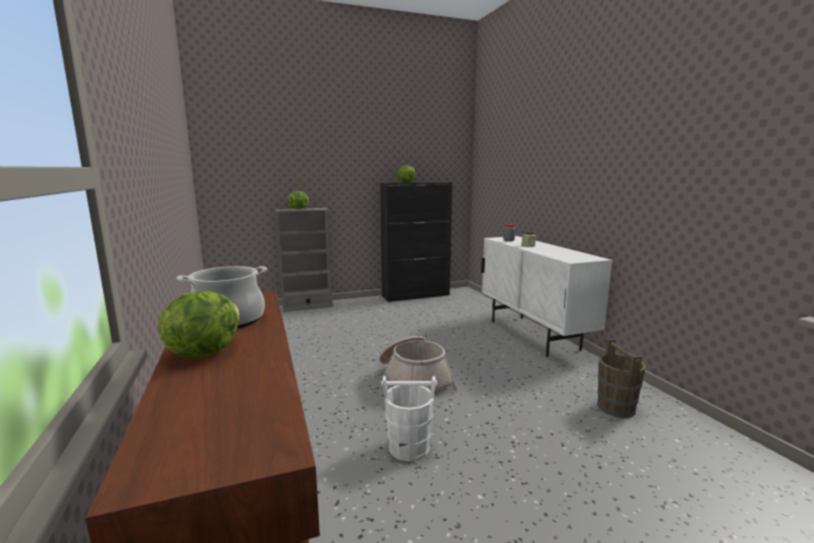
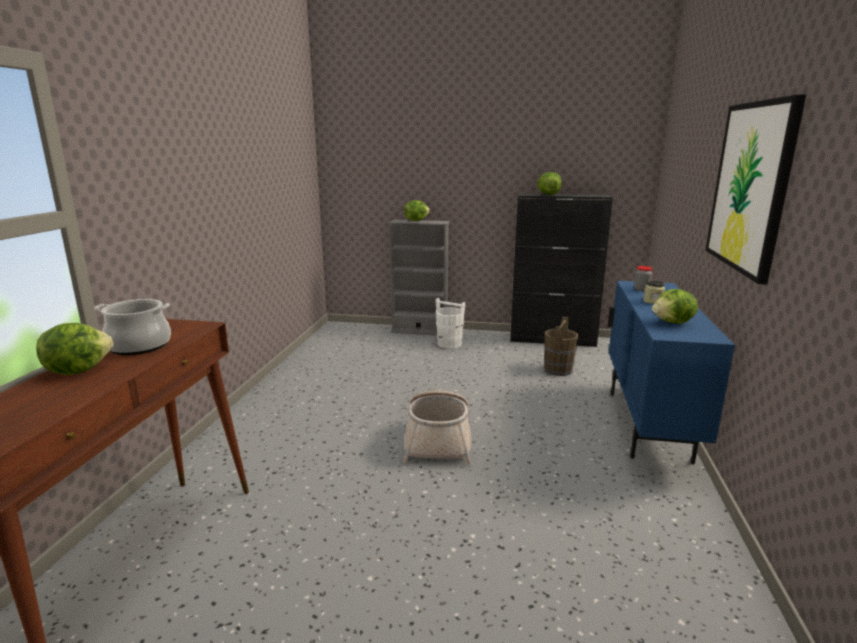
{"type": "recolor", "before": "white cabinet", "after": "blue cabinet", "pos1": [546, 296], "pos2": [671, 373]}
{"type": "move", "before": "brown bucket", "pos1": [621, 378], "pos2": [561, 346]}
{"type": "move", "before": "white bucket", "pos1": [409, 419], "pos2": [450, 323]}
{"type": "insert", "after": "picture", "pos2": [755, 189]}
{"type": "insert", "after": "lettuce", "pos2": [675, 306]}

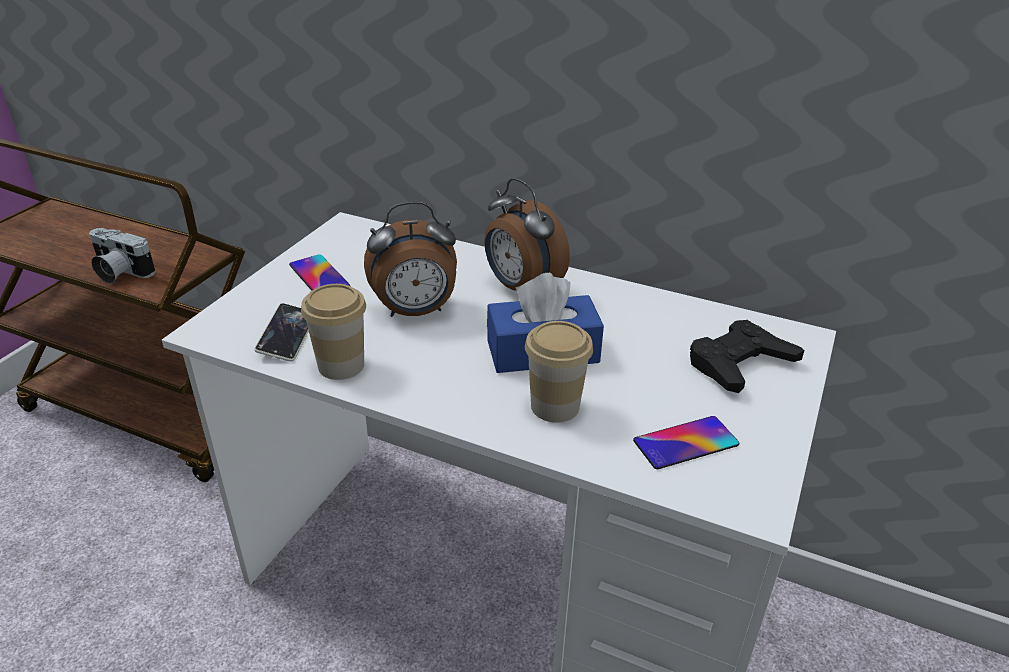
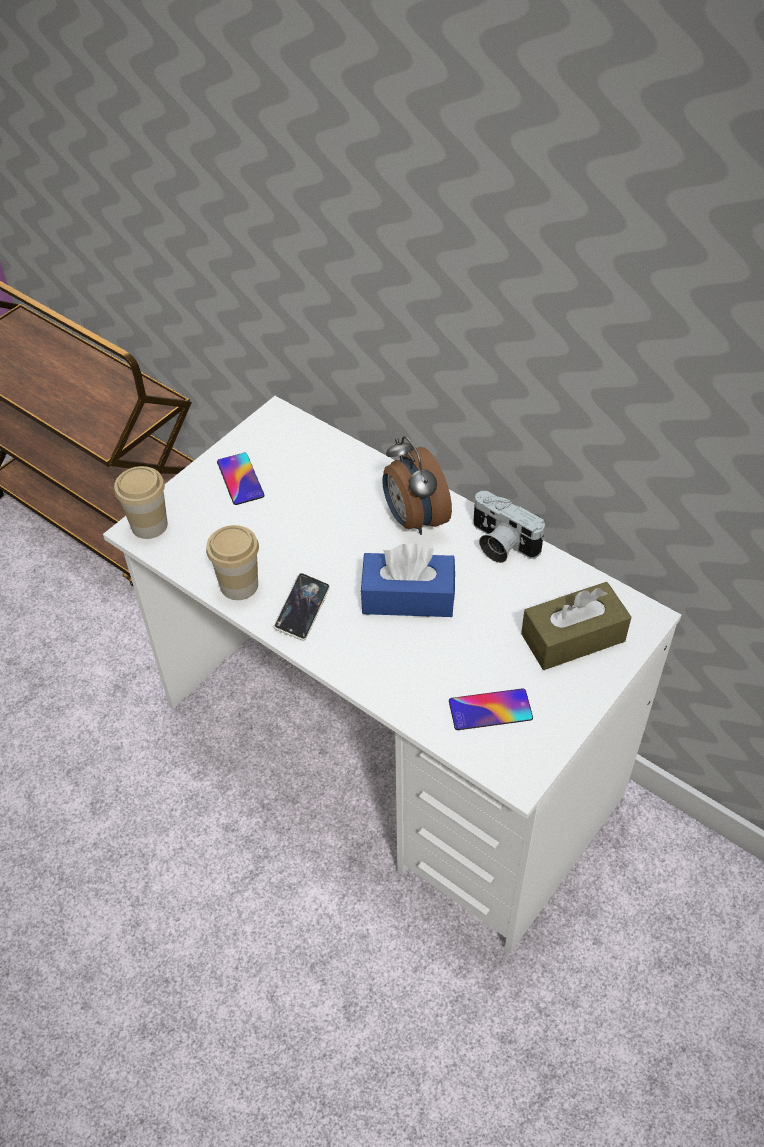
{"type": "delete", "before": "alarm clock", "pos1": [410, 259]}
{"type": "move", "before": "photo camera", "pos1": [122, 256], "pos2": [509, 527]}
{"type": "move", "before": "phone", "pos1": [281, 332], "pos2": [302, 607]}
{"type": "replace", "before": "black game controller", "after": "brown tissue box", "pos1": [747, 356], "pos2": [576, 626]}
{"type": "move", "before": "cup", "pos1": [559, 372], "pos2": [141, 502]}

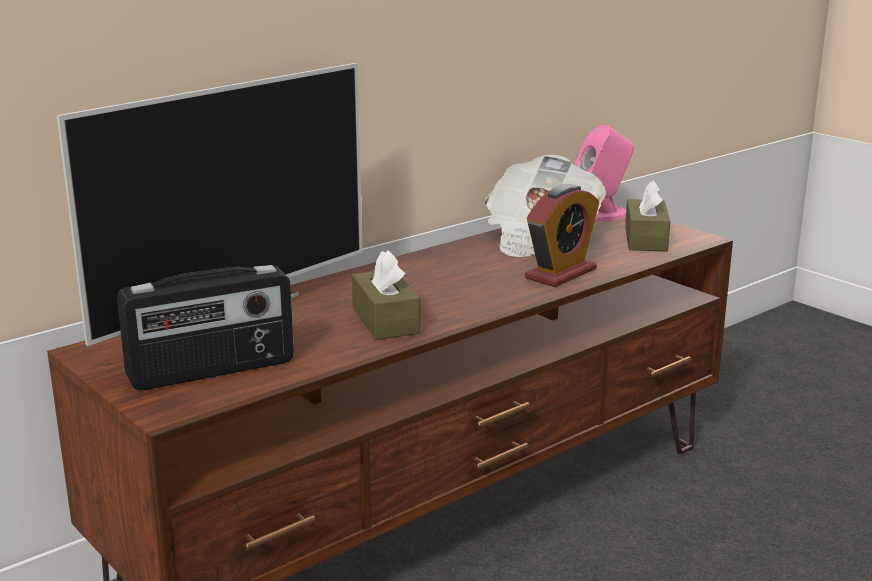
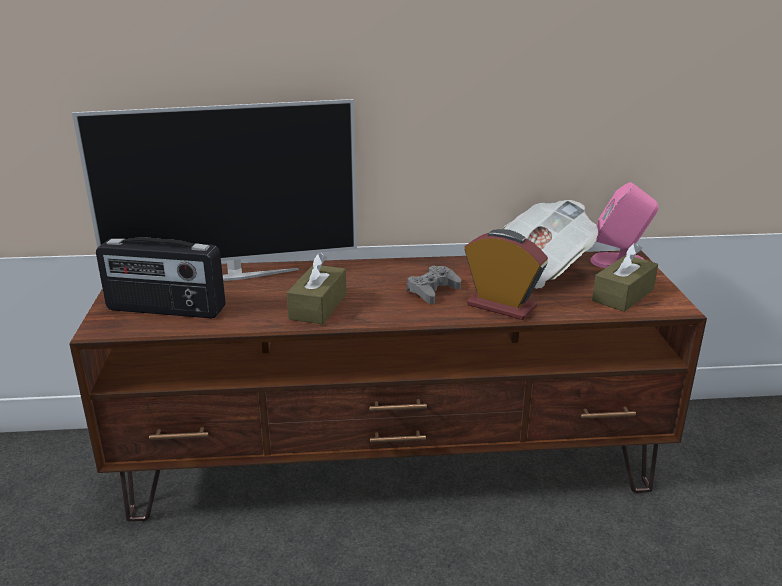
{"type": "rotate", "before": "alarm clock", "pos1": [562, 235], "pos2": [506, 274], "turn": -135}
{"type": "insert", "after": "grey game controller", "pos2": [434, 285]}

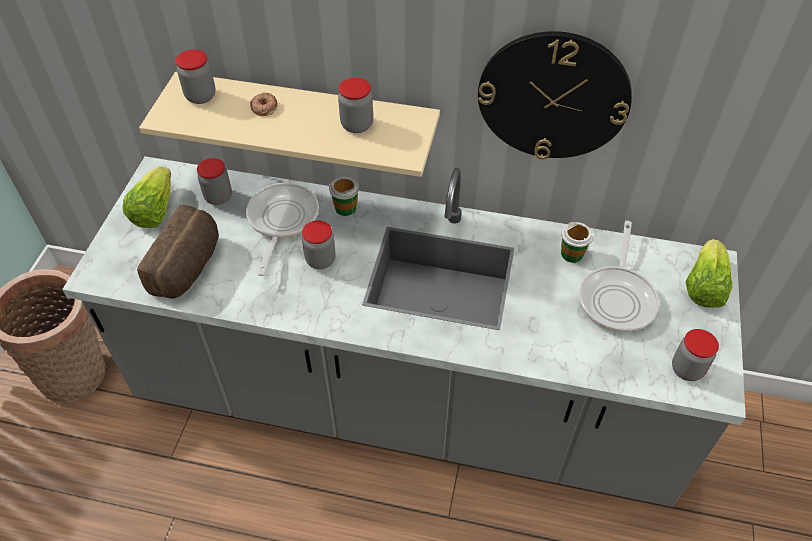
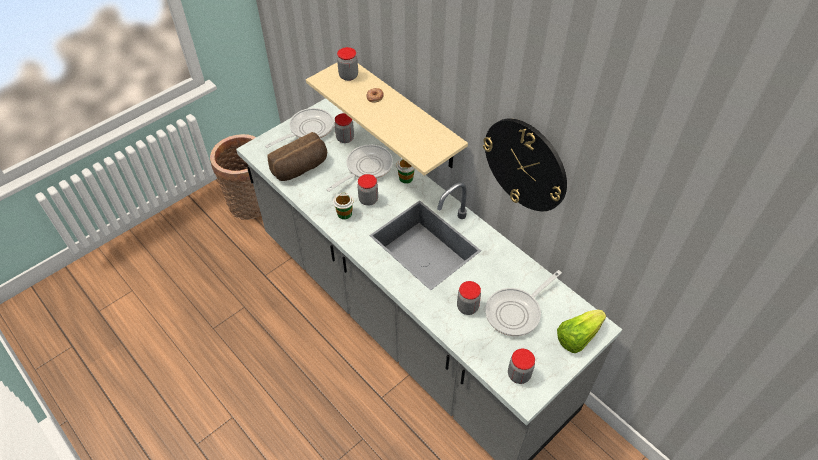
{"type": "move", "before": "jar", "pos1": [355, 105], "pos2": [469, 298]}
{"type": "replace", "before": "lettuce", "after": "frying pan", "pos1": [147, 197], "pos2": [299, 128]}
{"type": "move", "before": "cup", "pos1": [577, 242], "pos2": [343, 205]}

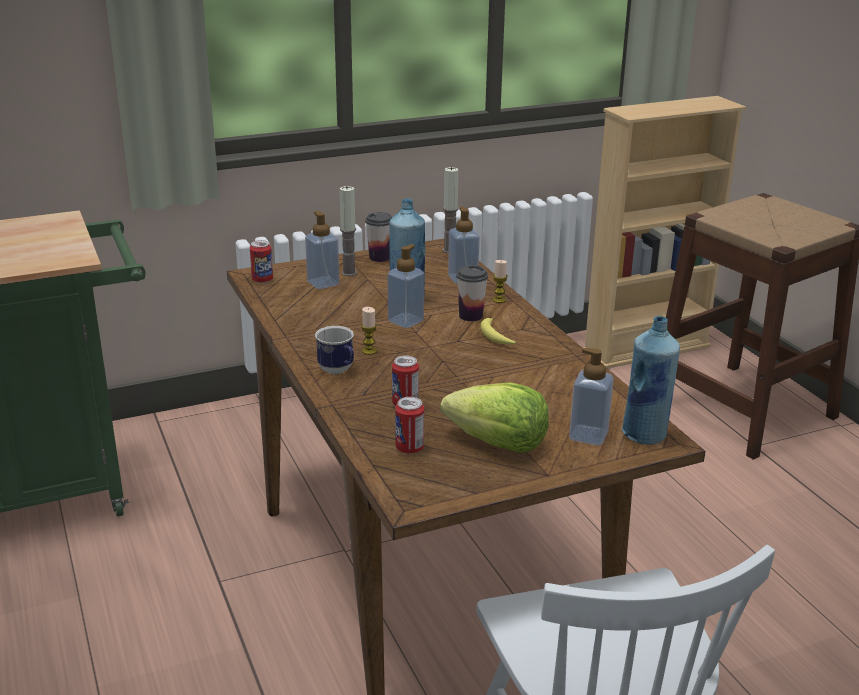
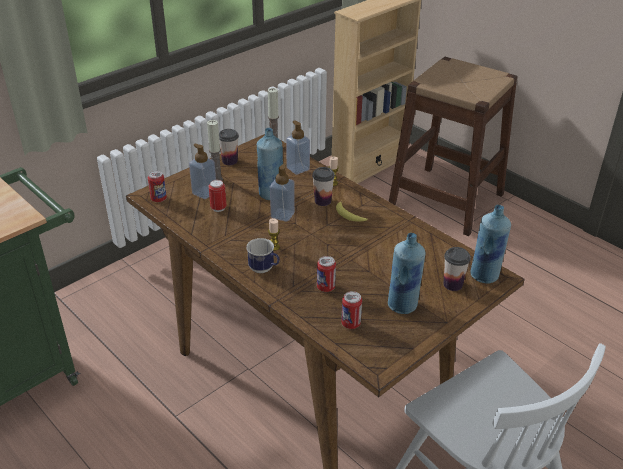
{"type": "replace", "before": "soap dispenser", "after": "cup", "pos1": [591, 397], "pos2": [457, 269]}
{"type": "replace", "before": "lettuce", "after": "blue bottle", "pos1": [494, 418], "pos2": [407, 273]}
{"type": "insert", "after": "can", "pos2": [217, 196]}

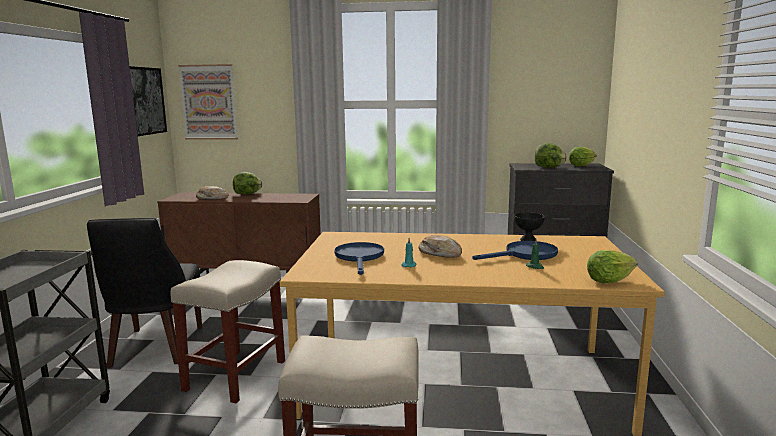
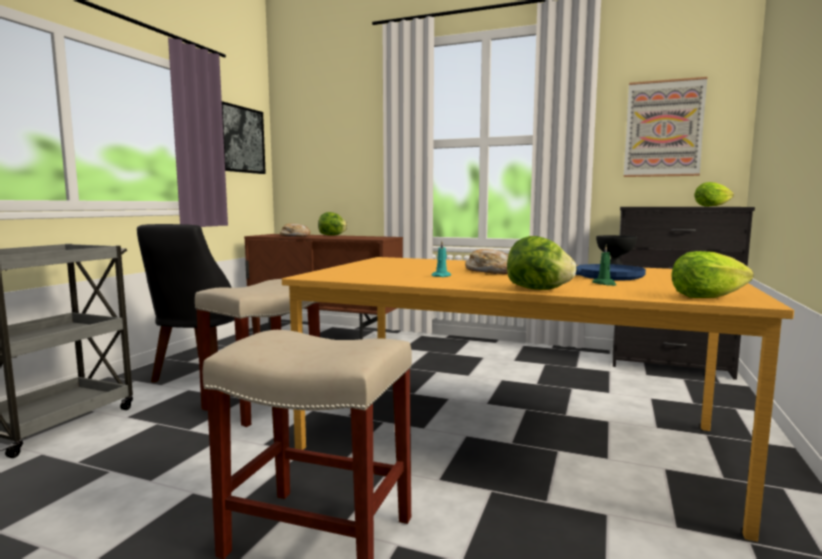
{"type": "move", "before": "picture", "pos1": [208, 102], "pos2": [665, 127]}
{"type": "move", "before": "lettuce", "pos1": [551, 155], "pos2": [541, 263]}
{"type": "delete", "before": "blue frying pan", "pos1": [359, 258]}

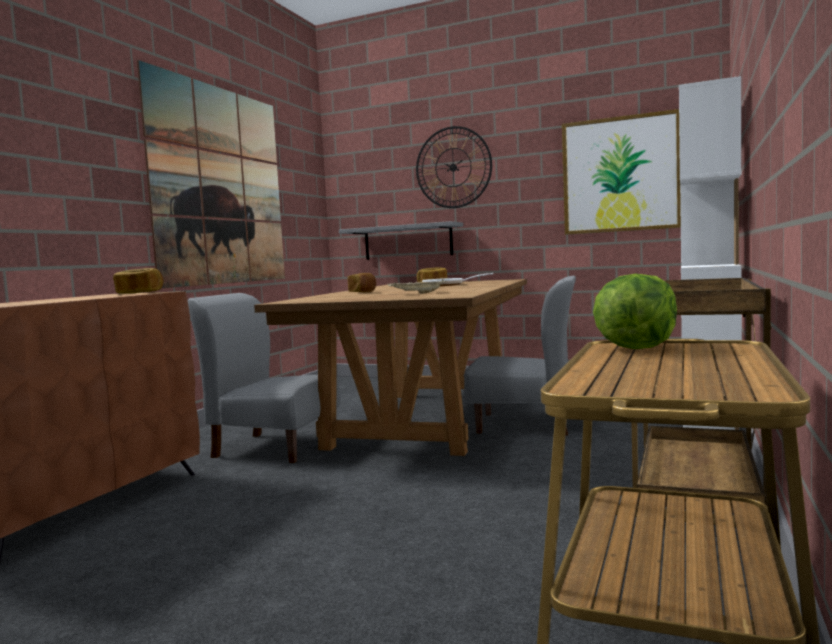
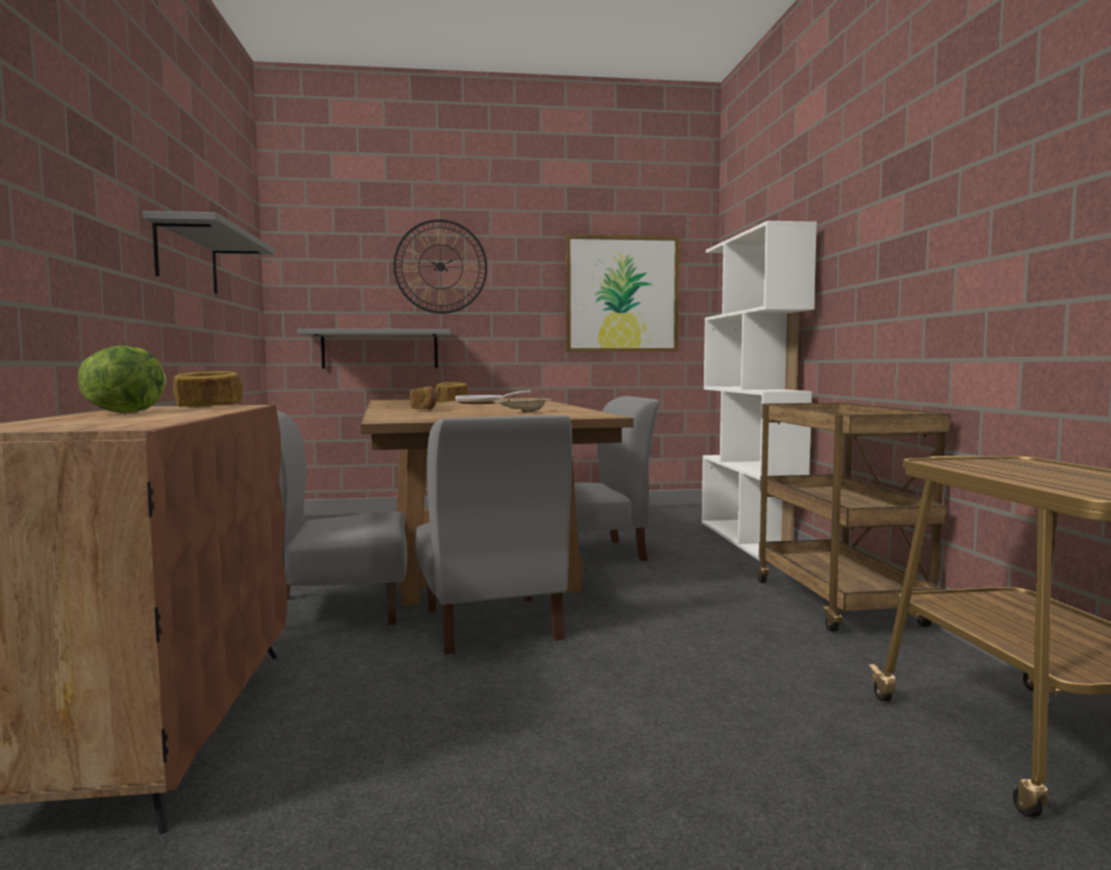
{"type": "replace", "before": "picture", "after": "grey shelf", "pos1": [211, 174], "pos2": [209, 252]}
{"type": "move", "before": "lettuce", "pos1": [635, 311], "pos2": [122, 379]}
{"type": "insert", "after": "grey chair", "pos2": [493, 535]}

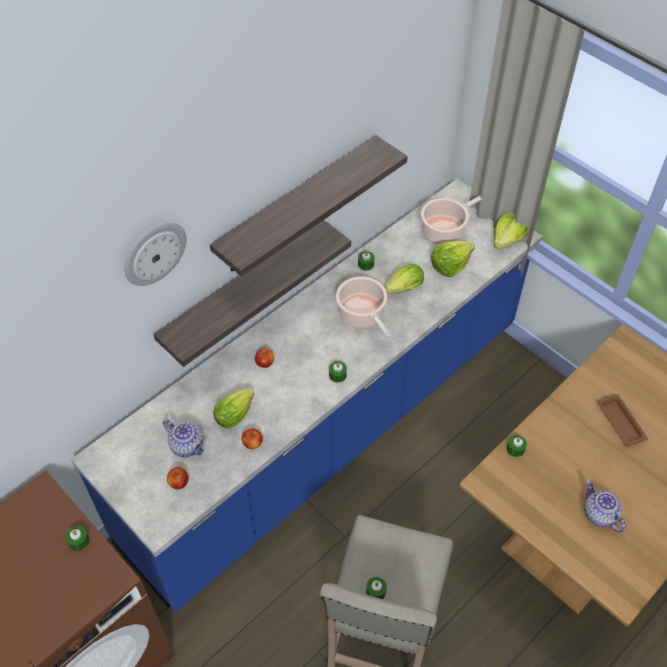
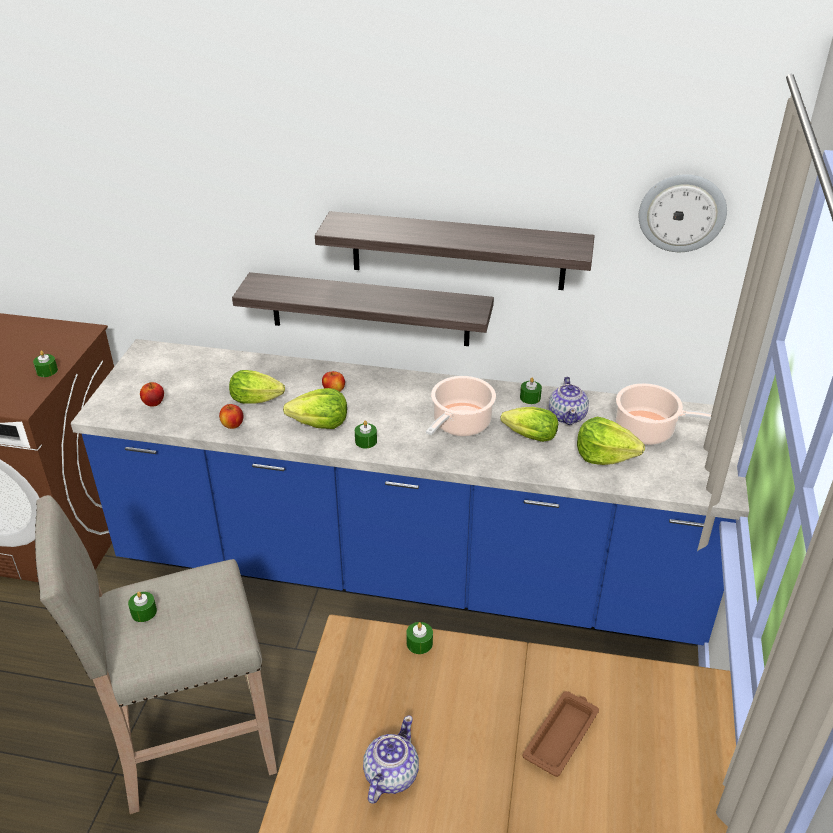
{"type": "move", "before": "lettuce", "pos1": [510, 230], "pos2": [315, 408]}
{"type": "move", "before": "wall clock", "pos1": [155, 254], "pos2": [683, 213]}
{"type": "move", "before": "teapot", "pos1": [185, 438], "pos2": [569, 401]}

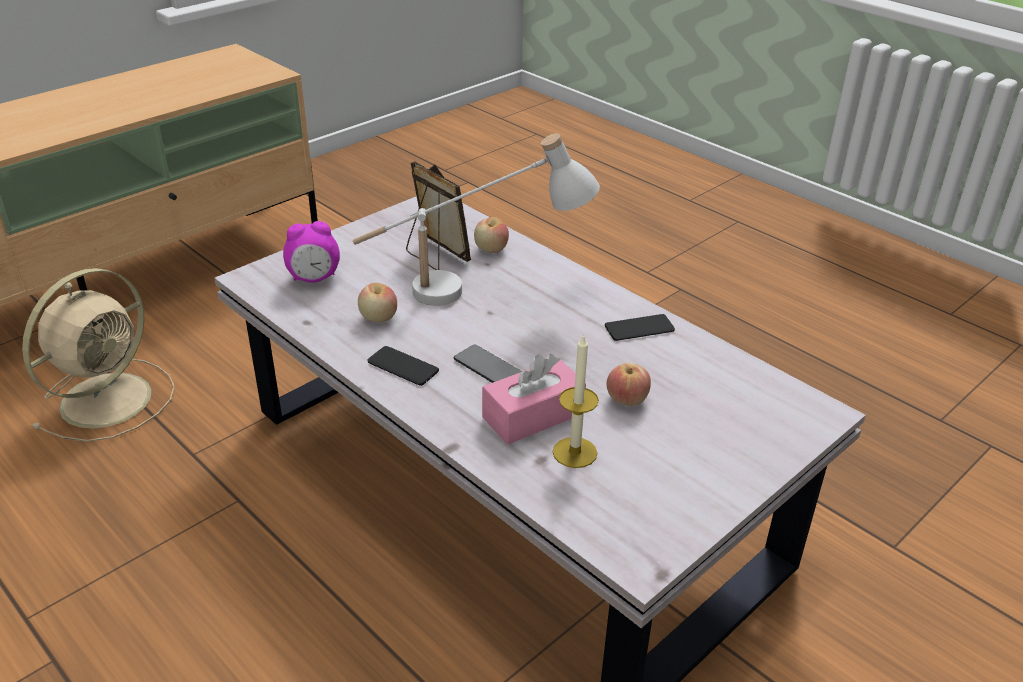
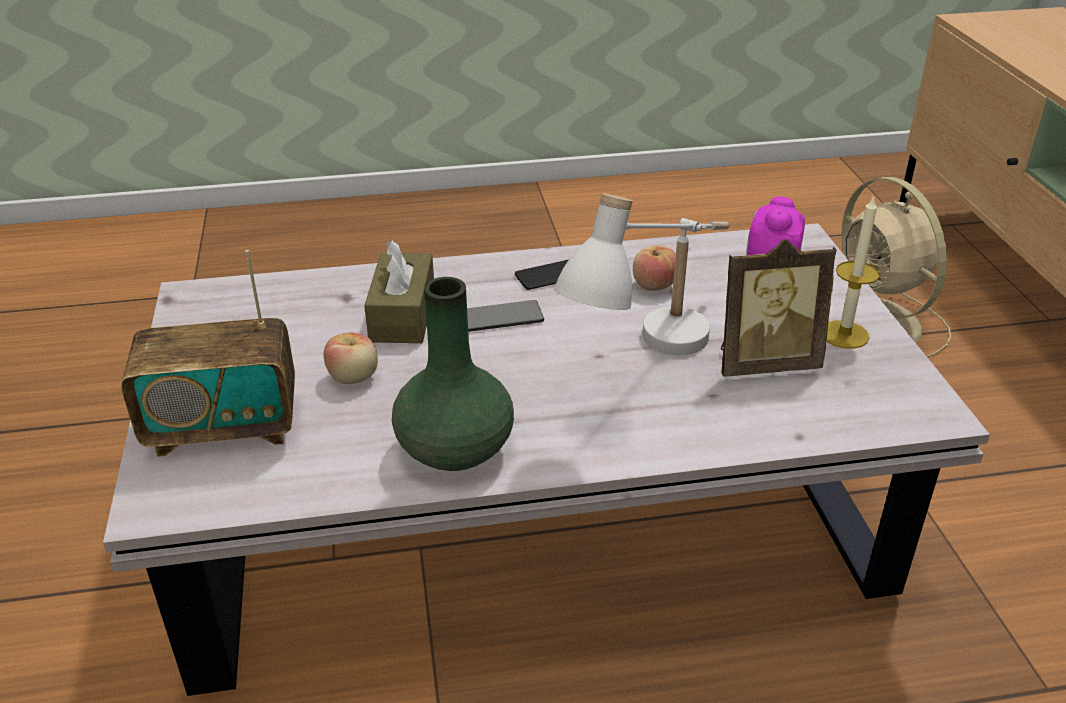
{"type": "delete", "before": "apple", "pos1": [491, 235]}
{"type": "replace", "before": "phone", "after": "green vase", "pos1": [640, 327], "pos2": [453, 374]}
{"type": "move", "before": "candle", "pos1": [576, 401], "pos2": [853, 272]}
{"type": "recolor", "before": "pink tissue box", "after": "brown tissue box", "pos1": [534, 399], "pos2": [399, 291]}
{"type": "insert", "after": "radio", "pos2": [208, 353]}

